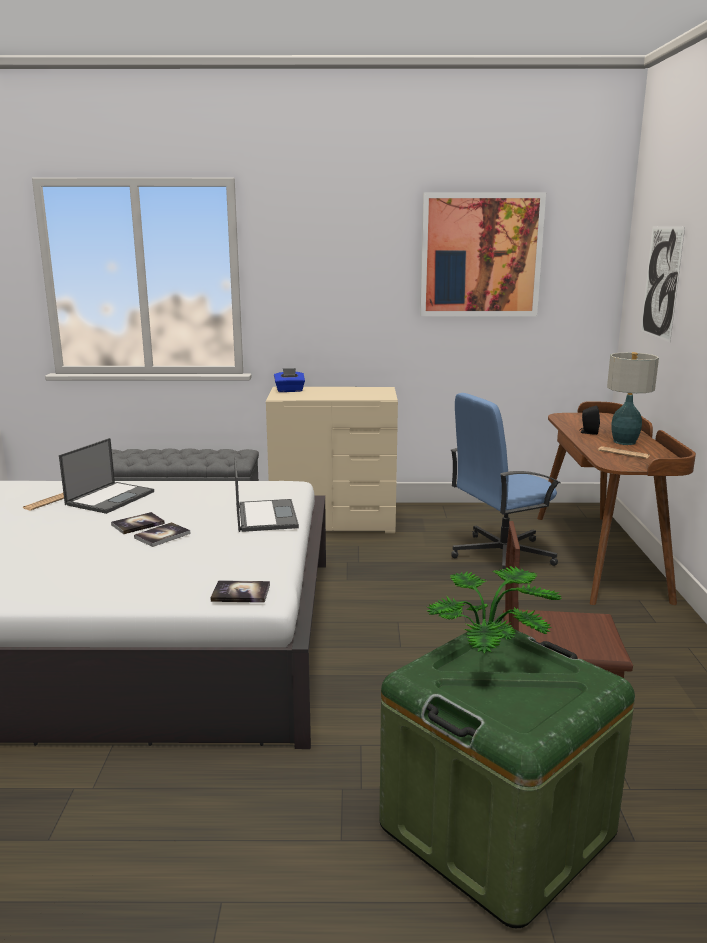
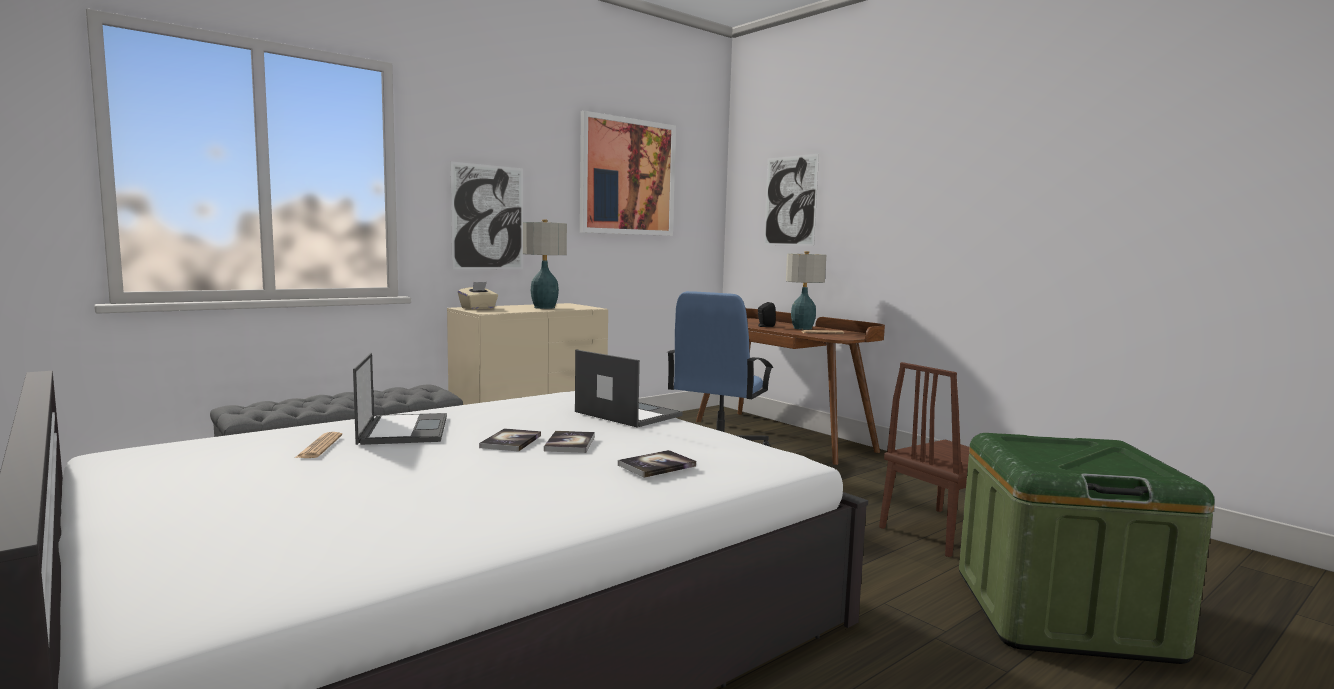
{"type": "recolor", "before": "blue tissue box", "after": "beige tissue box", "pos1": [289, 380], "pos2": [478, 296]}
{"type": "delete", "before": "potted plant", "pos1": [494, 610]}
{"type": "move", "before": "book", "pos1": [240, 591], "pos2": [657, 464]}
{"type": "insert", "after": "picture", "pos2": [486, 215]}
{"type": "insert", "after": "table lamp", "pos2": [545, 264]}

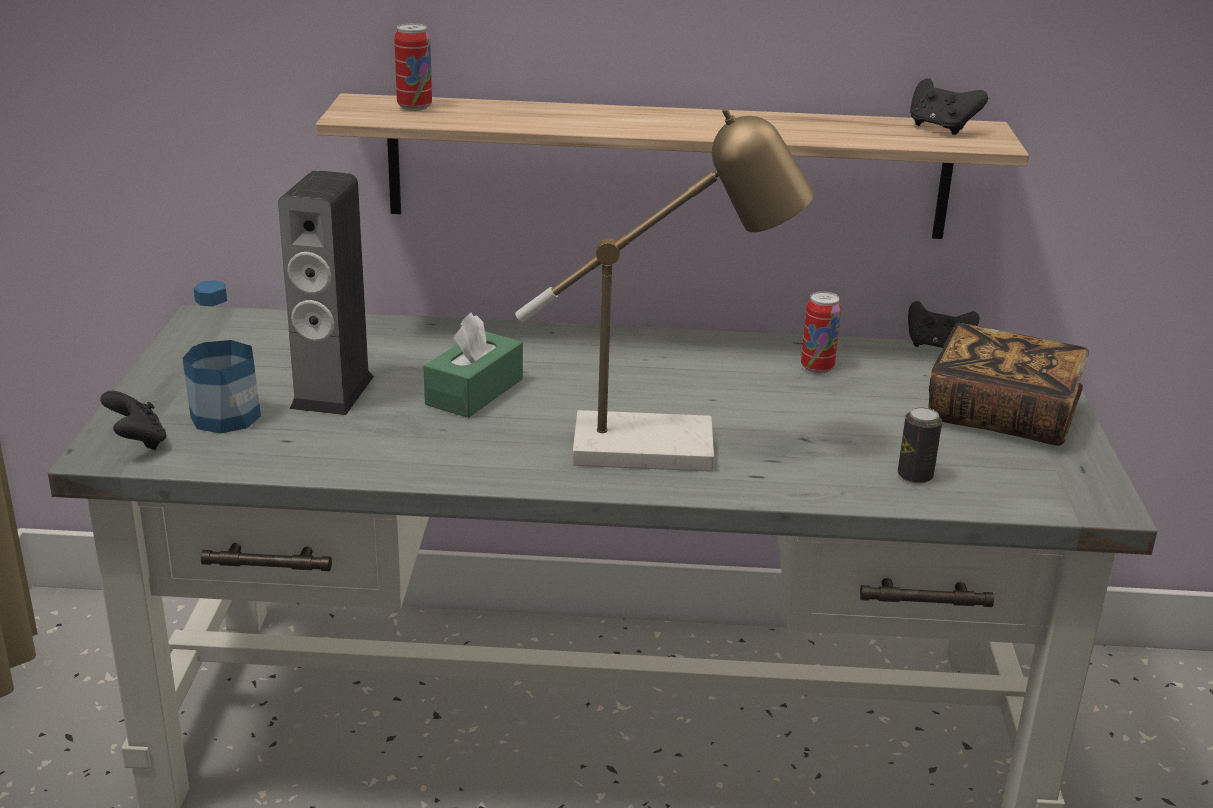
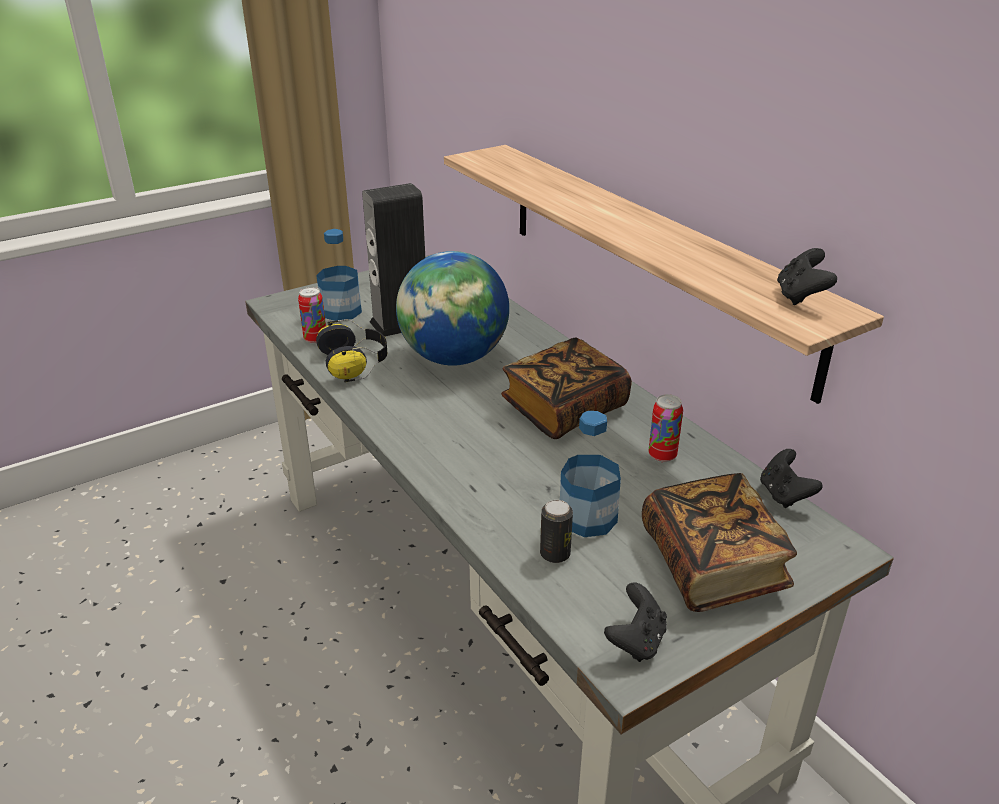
{"type": "move", "before": "can", "pos1": [413, 67], "pos2": [312, 315]}
{"type": "delete", "before": "table lamp", "pos1": [664, 290]}
{"type": "replace", "before": "green tissue box", "after": "globe", "pos1": [473, 365], "pos2": [452, 308]}
{"type": "move", "before": "black game controller", "pos1": [133, 420], "pos2": [635, 622]}
{"type": "insert", "after": "headphones", "pos2": [351, 350]}
{"type": "insert", "after": "book", "pos2": [566, 388]}
{"type": "insert", "after": "bottle", "pos2": [590, 474]}

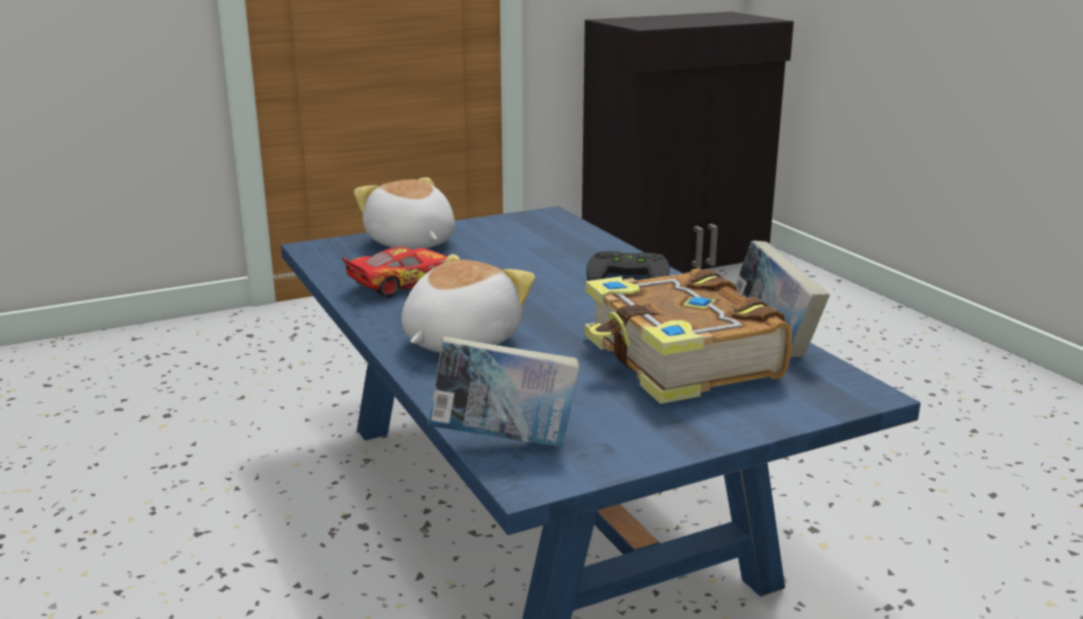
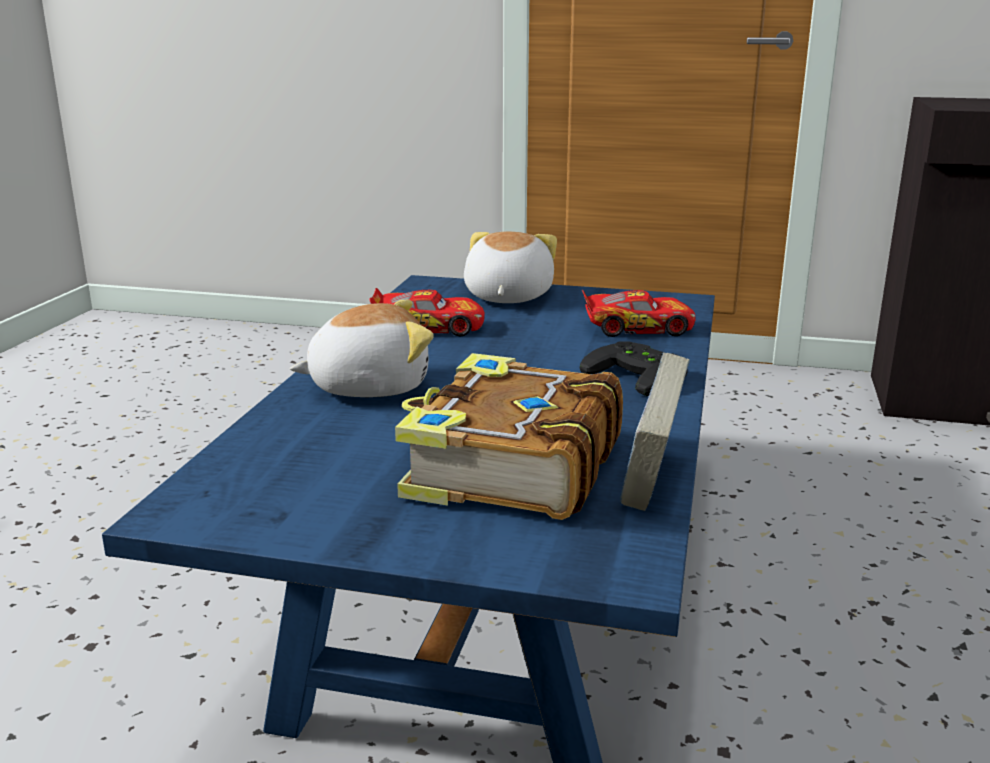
{"type": "delete", "before": "book", "pos1": [504, 391]}
{"type": "insert", "after": "toy car", "pos2": [639, 313]}

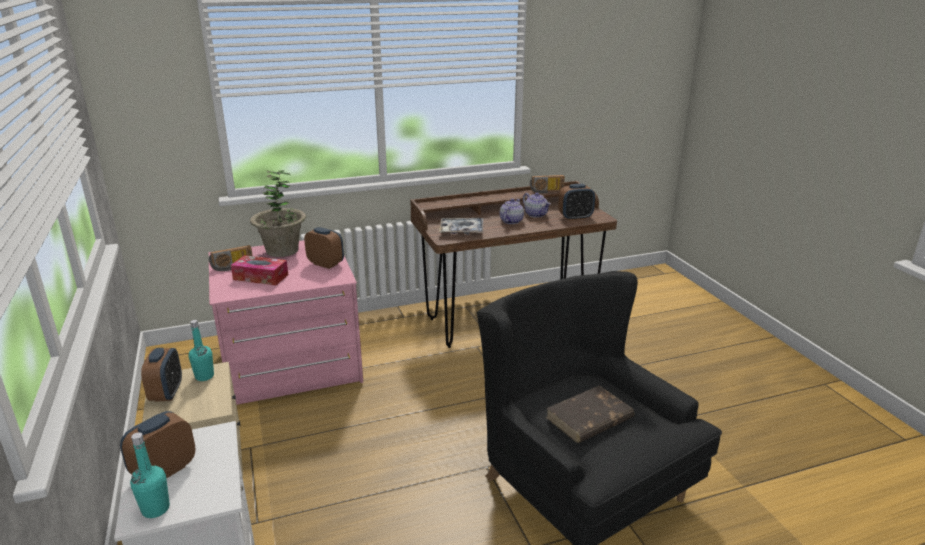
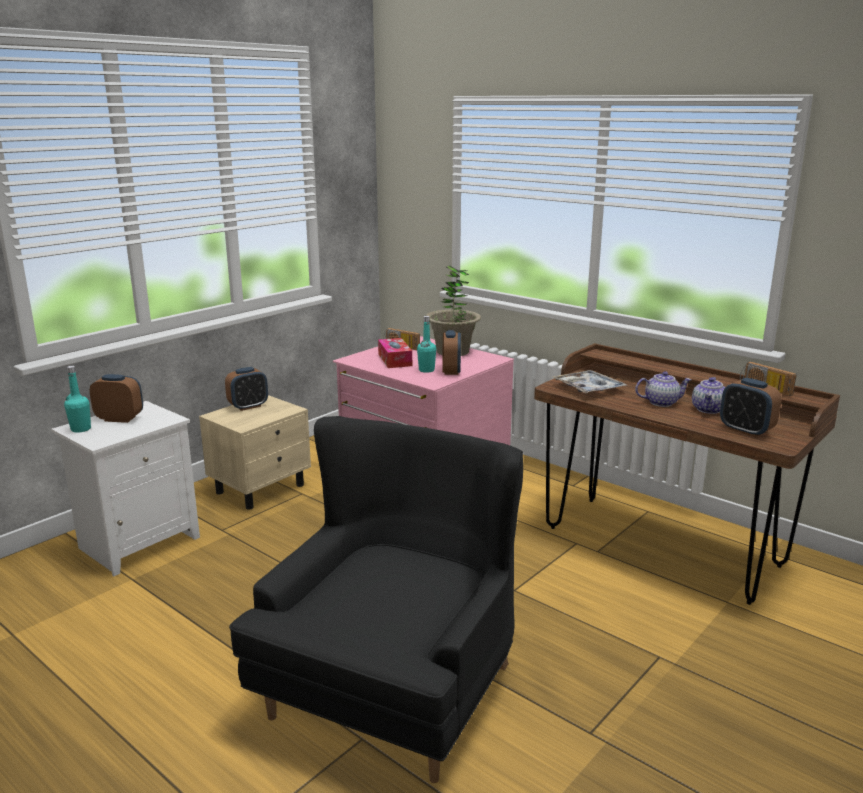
{"type": "move", "before": "turquoise bottle", "pos1": [201, 350], "pos2": [426, 344]}
{"type": "delete", "before": "brown book", "pos1": [590, 414]}

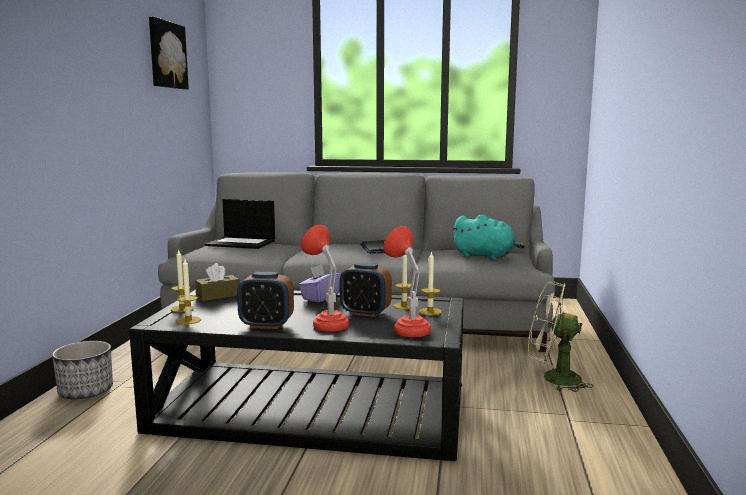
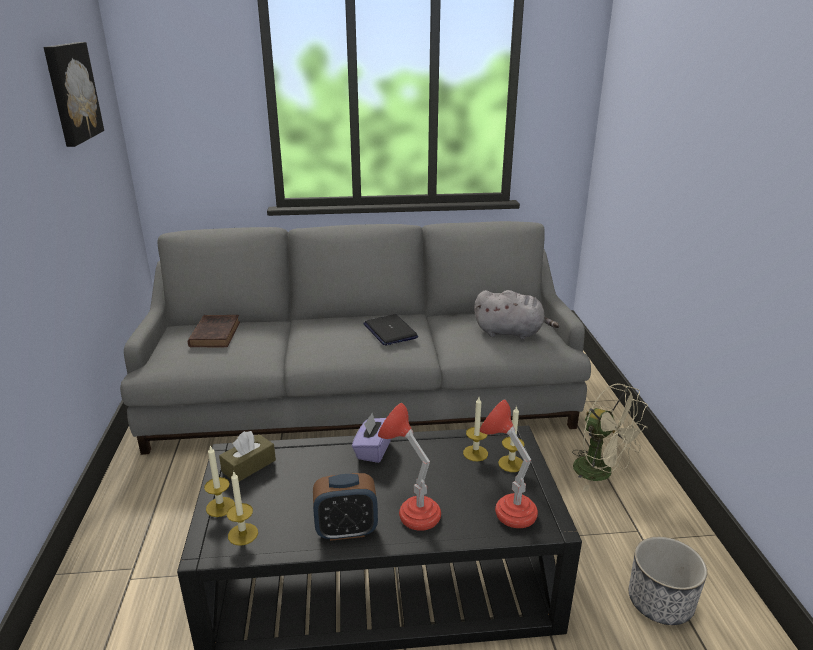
{"type": "replace", "before": "laptop", "after": "brown book", "pos1": [240, 224], "pos2": [214, 331]}
{"type": "recolor", "before": "turquoise plush toy", "after": "grey plush toy", "pos1": [488, 237], "pos2": [516, 314]}
{"type": "delete", "before": "alarm clock", "pos1": [366, 290]}
{"type": "rotate", "before": "beige fan", "pos1": [561, 336], "pos2": [610, 437], "turn": -135}
{"type": "move", "before": "planter", "pos1": [82, 370], "pos2": [668, 581]}

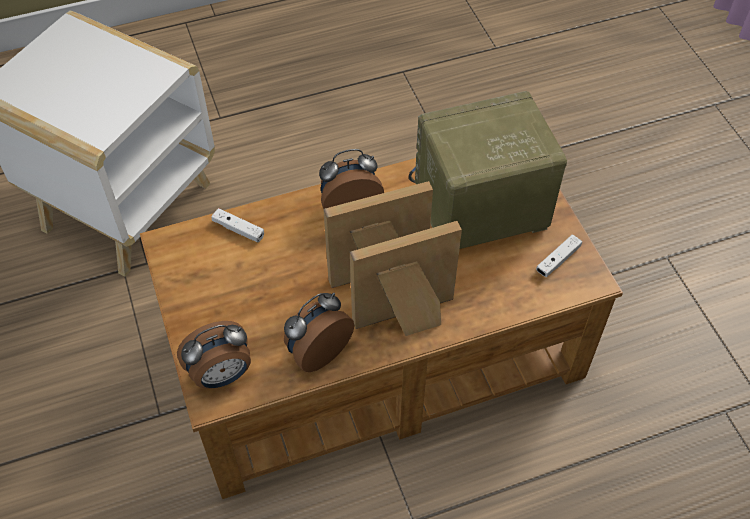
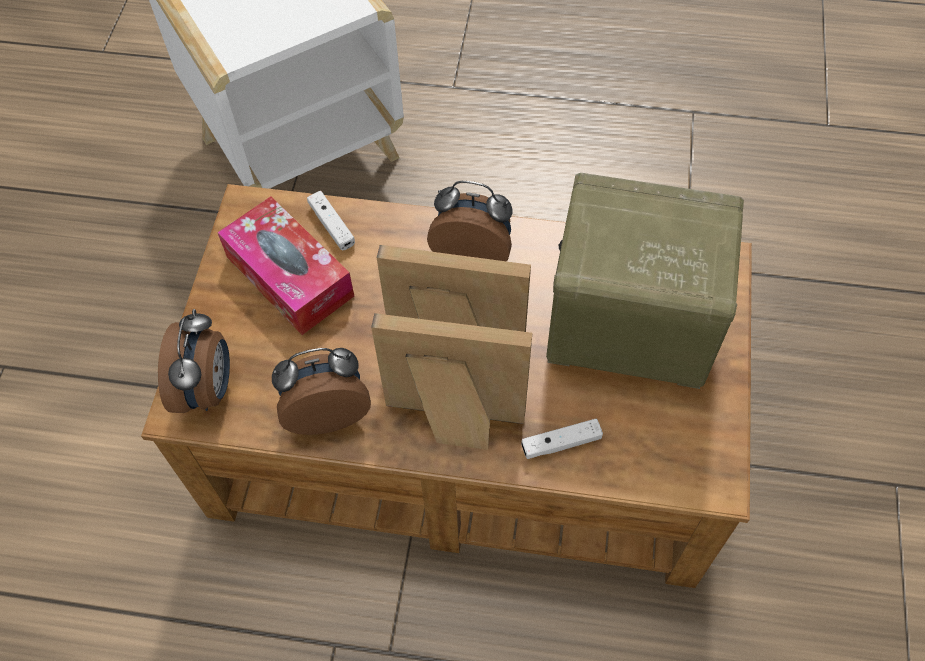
{"type": "move", "before": "white game controller", "pos1": [559, 255], "pos2": [562, 439]}
{"type": "rotate", "before": "alarm clock", "pos1": [214, 355], "pos2": [194, 361], "turn": -90}
{"type": "insert", "after": "tissue box", "pos2": [285, 265]}

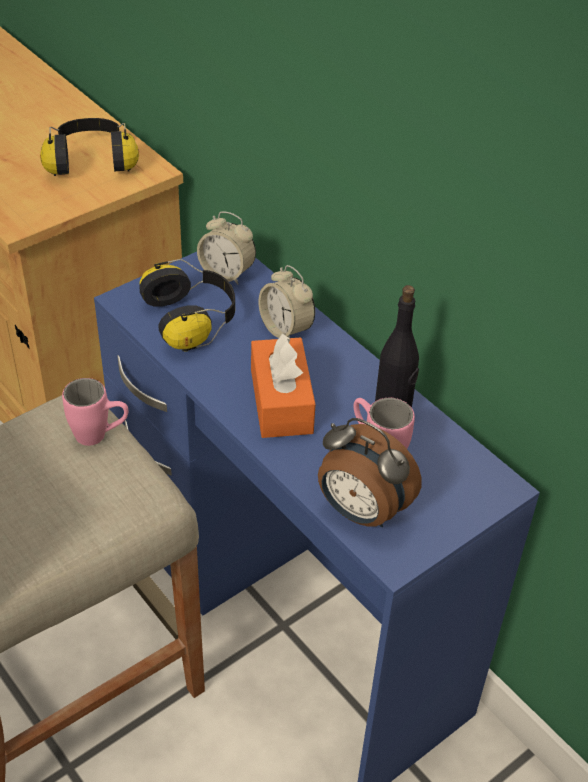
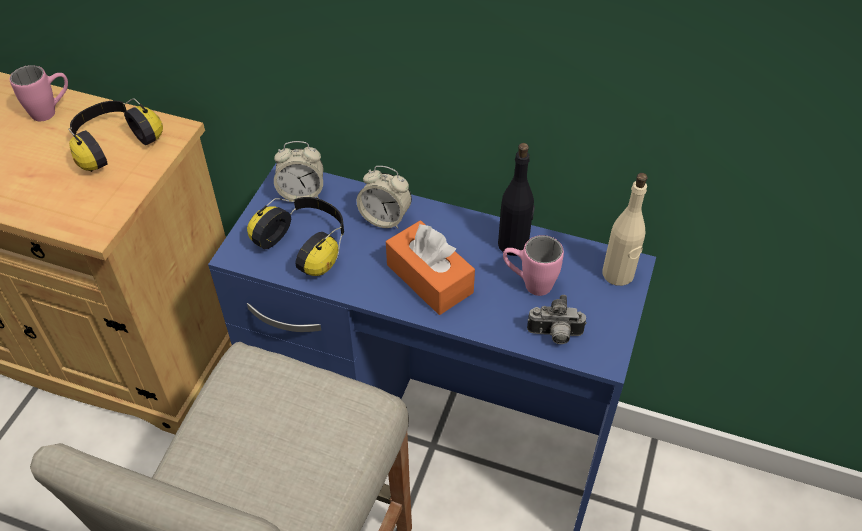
{"type": "move", "before": "pink mug", "pos1": [95, 412], "pos2": [39, 93]}
{"type": "replace", "before": "alarm clock", "after": "photo camera", "pos1": [370, 472], "pos2": [557, 319]}
{"type": "insert", "after": "beige bottle", "pos2": [625, 229]}

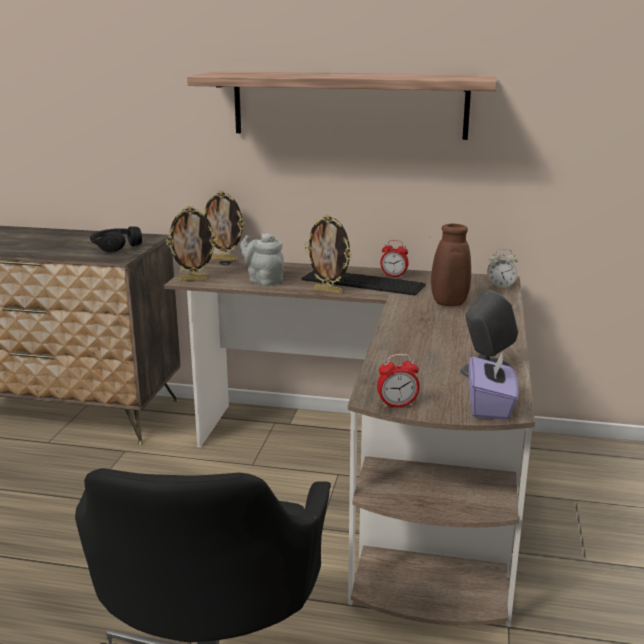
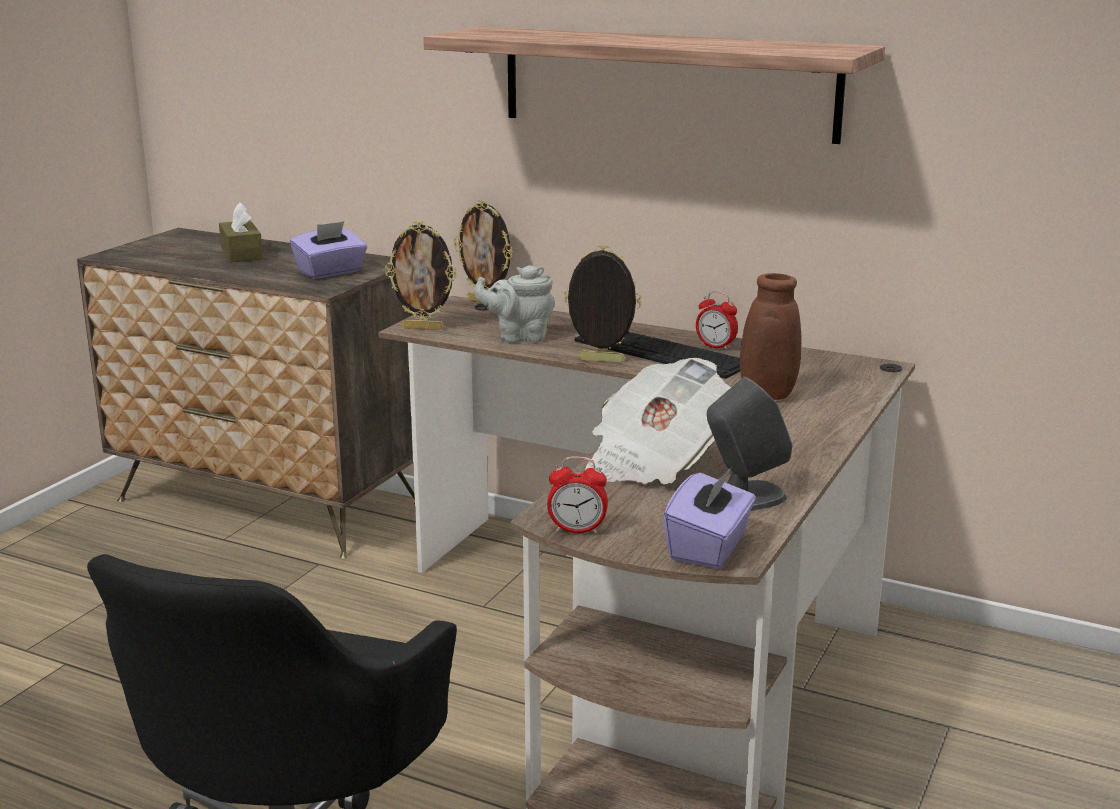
{"type": "rotate", "before": "picture frame", "pos1": [328, 254], "pos2": [602, 304], "turn": 150}
{"type": "replace", "before": "black headphones", "after": "purple tissue box", "pos1": [116, 239], "pos2": [328, 250]}
{"type": "rotate", "before": "grey teapot", "pos1": [262, 259], "pos2": [514, 304], "turn": -60}
{"type": "delete", "before": "alarm clock", "pos1": [502, 268]}
{"type": "insert", "after": "brown tissue box", "pos2": [241, 232]}
{"type": "insert", "after": "newspaper", "pos2": [658, 421]}

